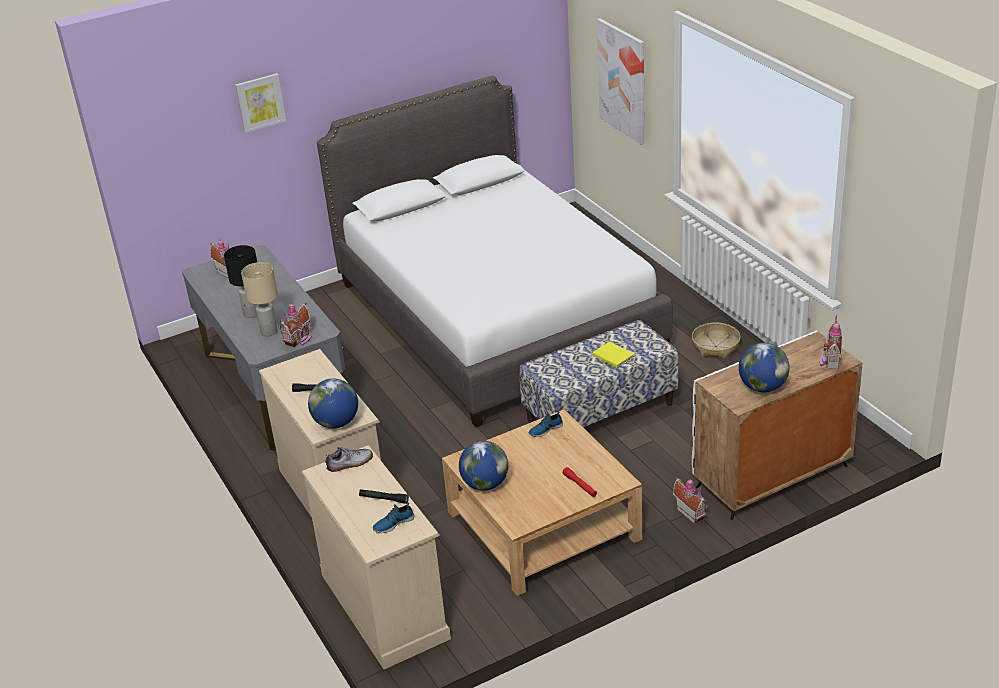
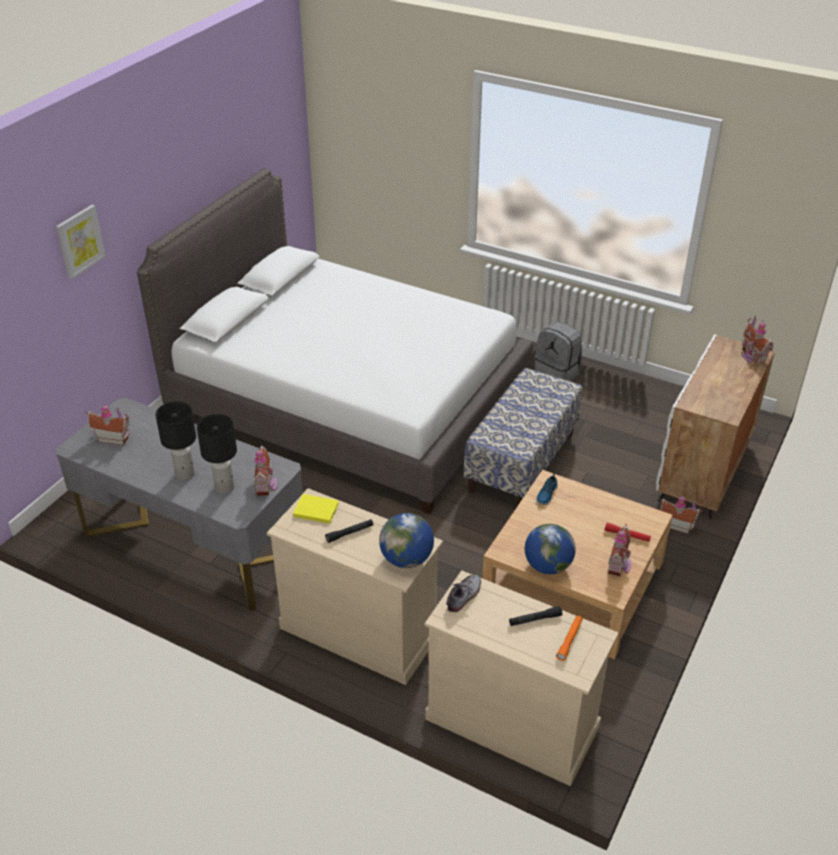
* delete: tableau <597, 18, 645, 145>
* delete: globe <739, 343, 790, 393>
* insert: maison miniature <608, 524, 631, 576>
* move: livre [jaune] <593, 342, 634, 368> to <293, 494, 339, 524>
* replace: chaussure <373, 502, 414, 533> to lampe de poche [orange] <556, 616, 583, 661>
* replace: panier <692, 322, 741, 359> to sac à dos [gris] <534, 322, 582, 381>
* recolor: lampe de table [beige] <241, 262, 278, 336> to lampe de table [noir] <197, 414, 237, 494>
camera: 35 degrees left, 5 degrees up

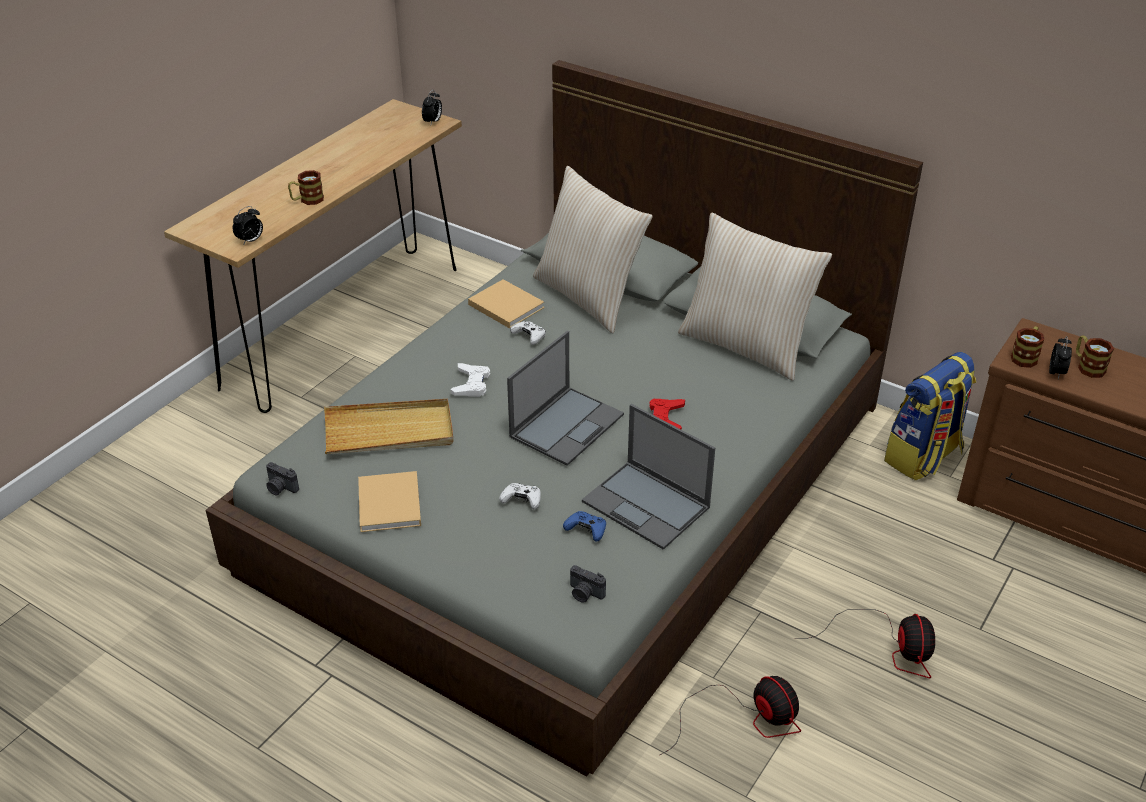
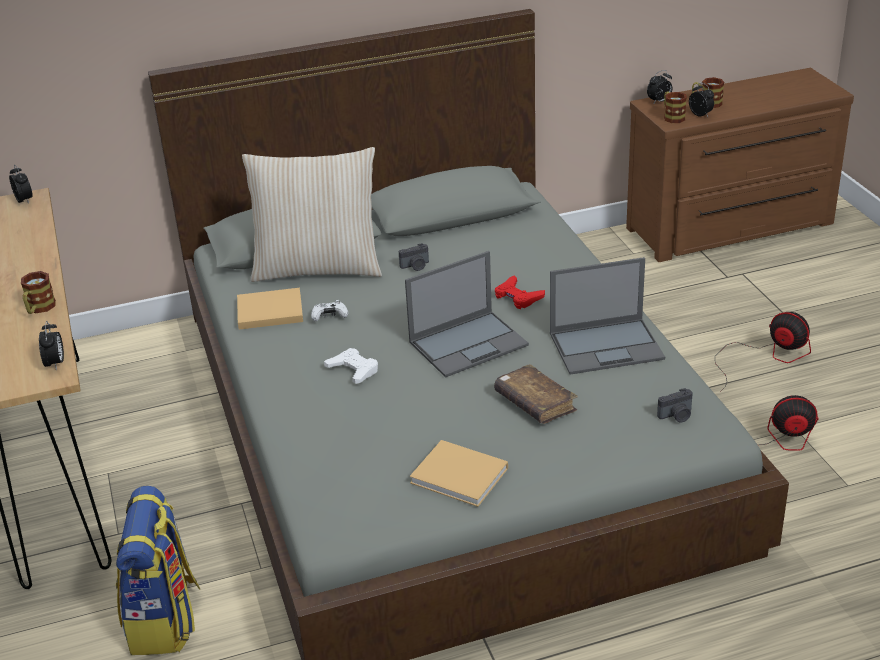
* delete: plateau [beige] <324, 399, 454, 454>
* delete: manette [bleu] <563, 511, 606, 542>
* delete: coussin [beige] <678, 213, 832, 381>
* insert: réveil <647, 70, 672, 103>
* move: appareil photo <266, 462, 299, 496> to <399, 243, 429, 271>
* move: sac à dos <884, 352, 976, 480> to <116, 486, 200, 655>
* replace: manette [blanc] <499, 483, 541, 509> to livre [marron] <494, 364, 578, 424>
* rotate: ordinateur portable <507, 331, 624, 466> = <405, 251, 529, 378> 75 degrees clockwise
camera: 50 degrees left, 5 degrees down

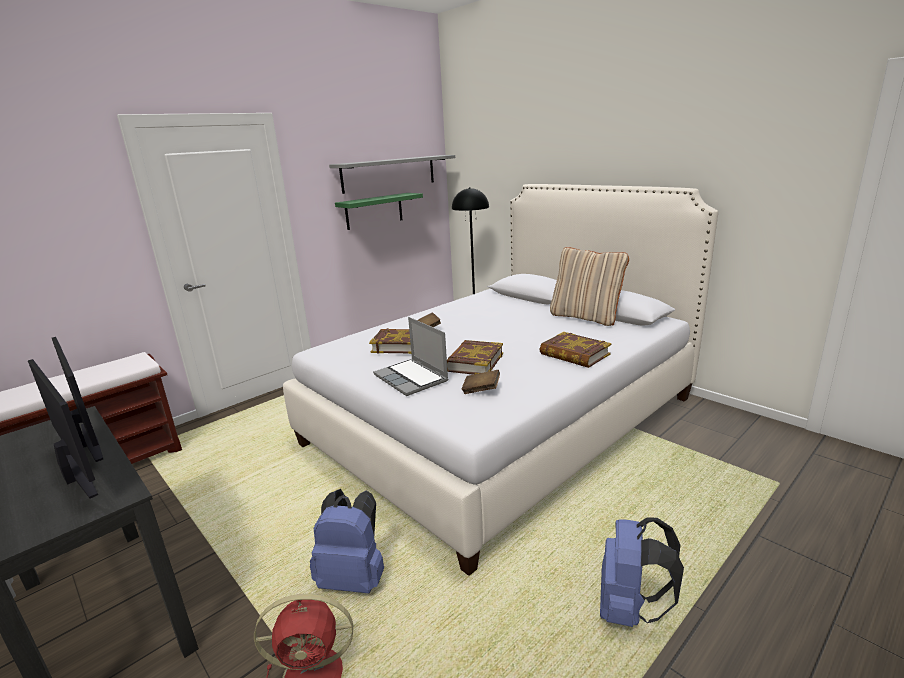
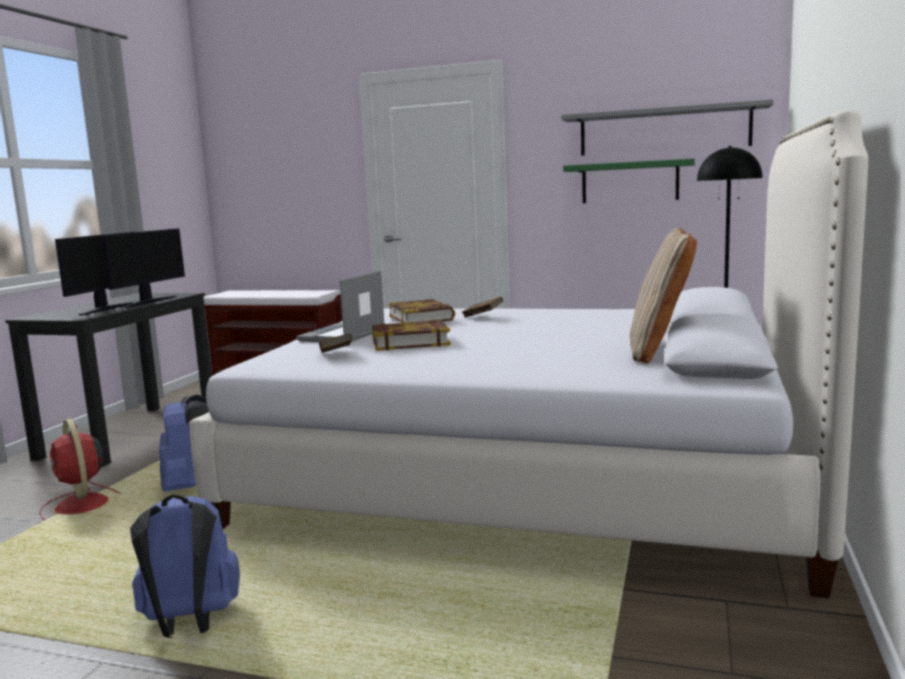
* delete: livre <540, 332, 612, 368>
camera: 60 degrees right, 10 degrees down

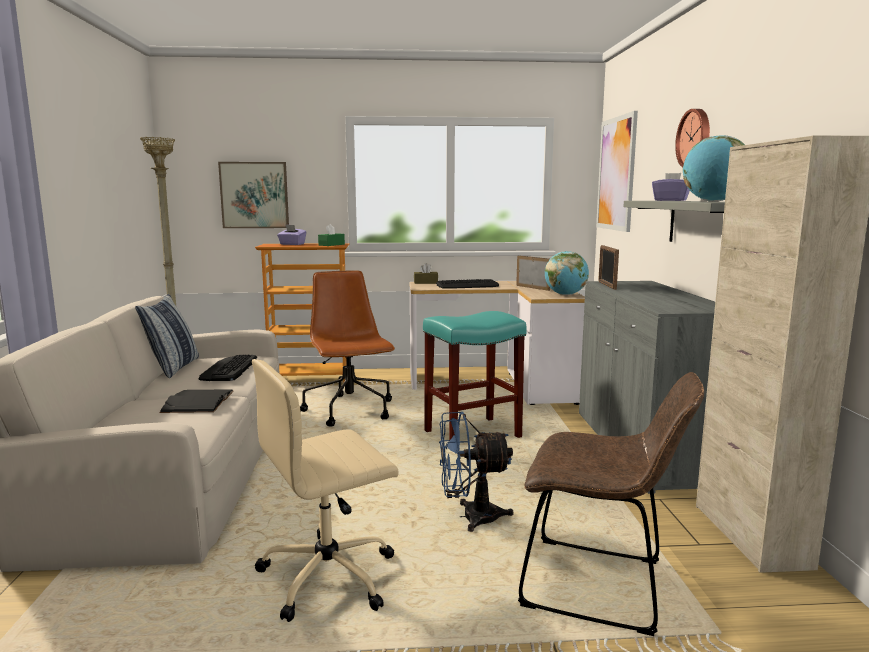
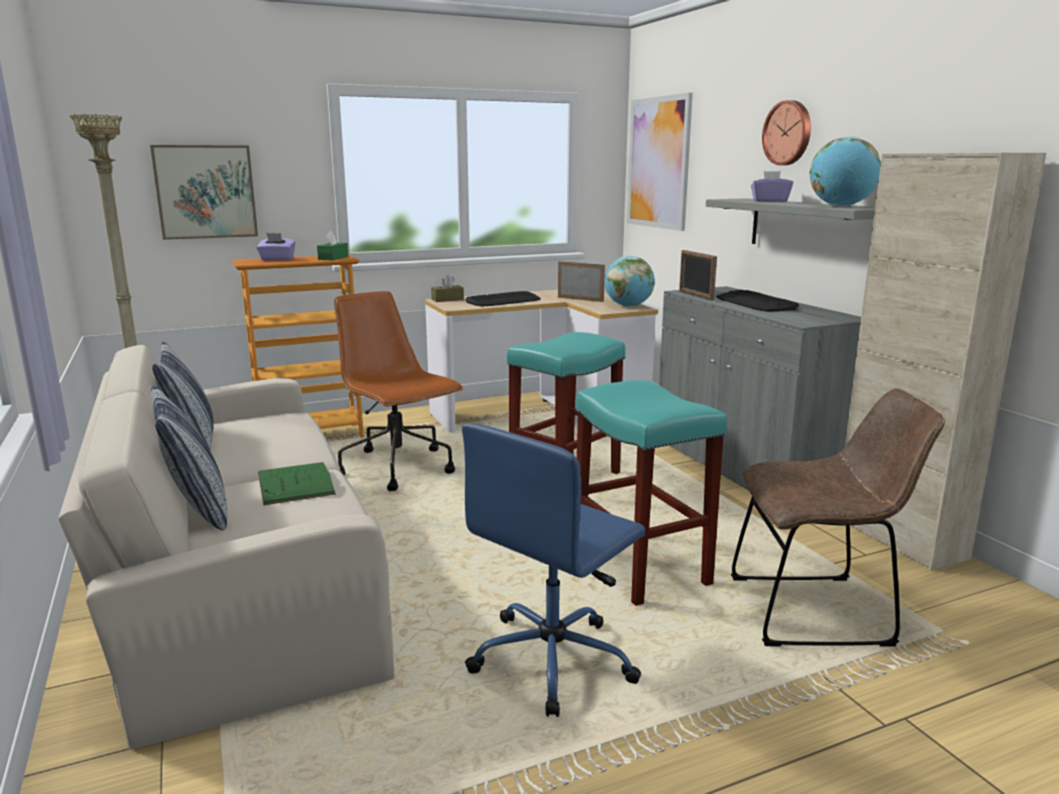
* insert: coussin <151, 385, 227, 530>
* move: clavier <199, 354, 257, 381> to <716, 290, 799, 312>
* replace: ventilateur [bleu] <439, 412, 514, 532> to tabouret [turquoise] <575, 380, 727, 606>
* recolor: livre [noir] <159, 389, 234, 413> to livre [vert] <258, 462, 336, 505>
* recolor: chaise de bureau [beige] <252, 359, 399, 622> to chaise de bureau [bleu] <462, 424, 645, 717>
camera: 20 degrees left, 5 degrees up

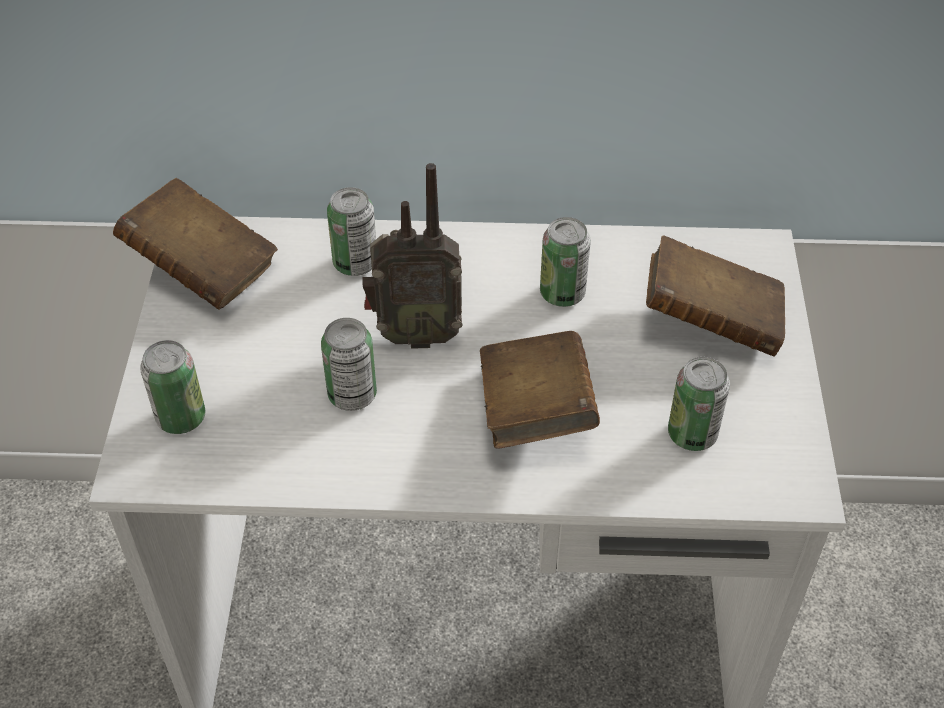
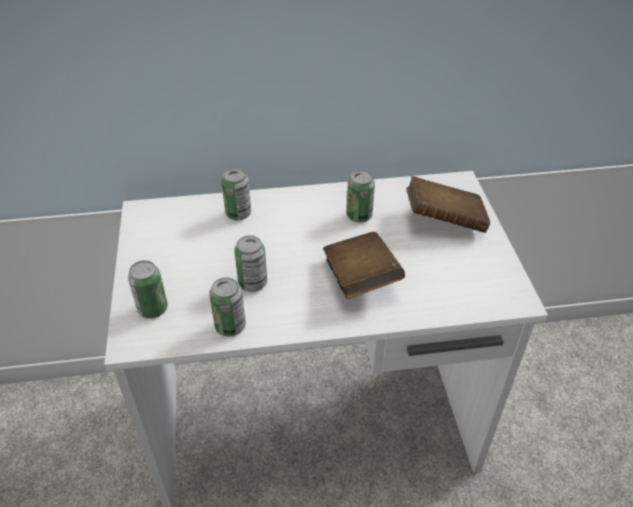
* delete: livre [marron] <113, 178, 278, 310>
* delete: radio <363, 163, 463, 349>
* move: boîte métallique <668, 357, 730, 451> to <209, 277, 246, 337>
camera: 10 degrees left, 5 degrees down

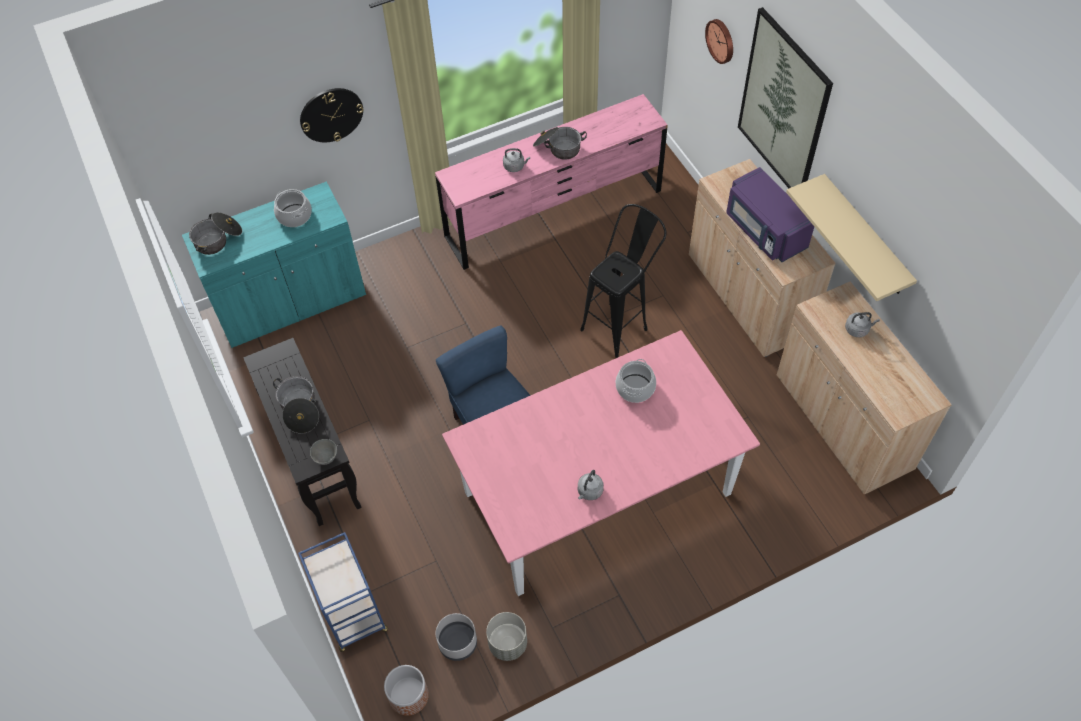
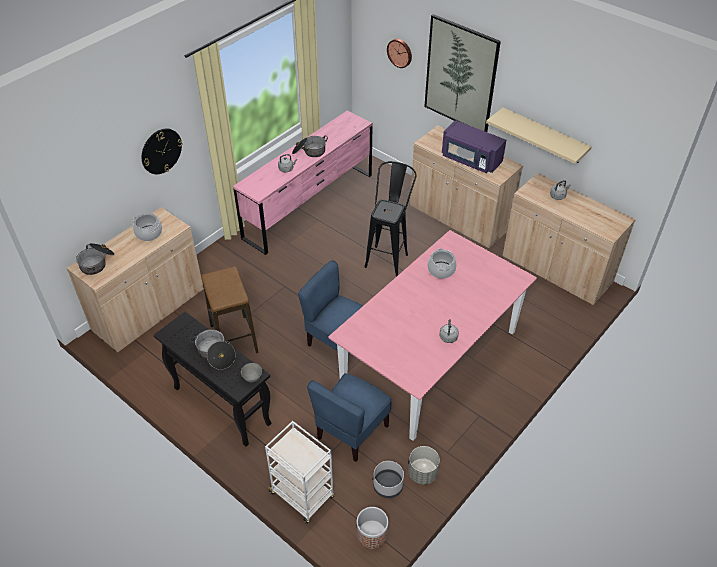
* insert: tabouret <201, 266, 258, 353>
* insert: chaise [bleu] <307, 373, 392, 462>
* recolor: meuble de rangement [turquoise] <182, 181, 366, 348> to meuble de rangement [beige] <67, 207, 204, 352>
* recolor: chariot [bleu] <298, 532, 388, 652> to chariot [blanc] <265, 421, 335, 524>
camera: 25 degrees left, 10 degrees down

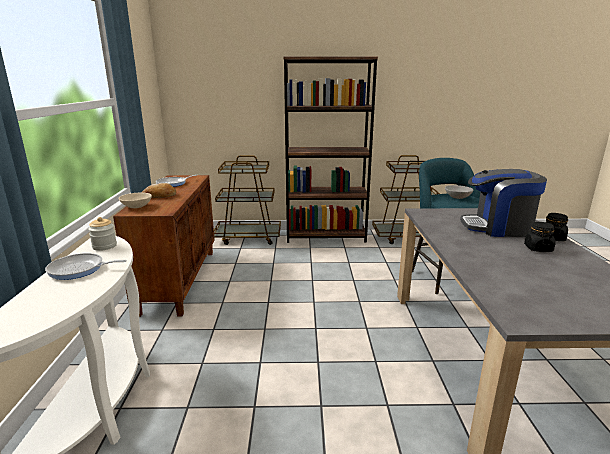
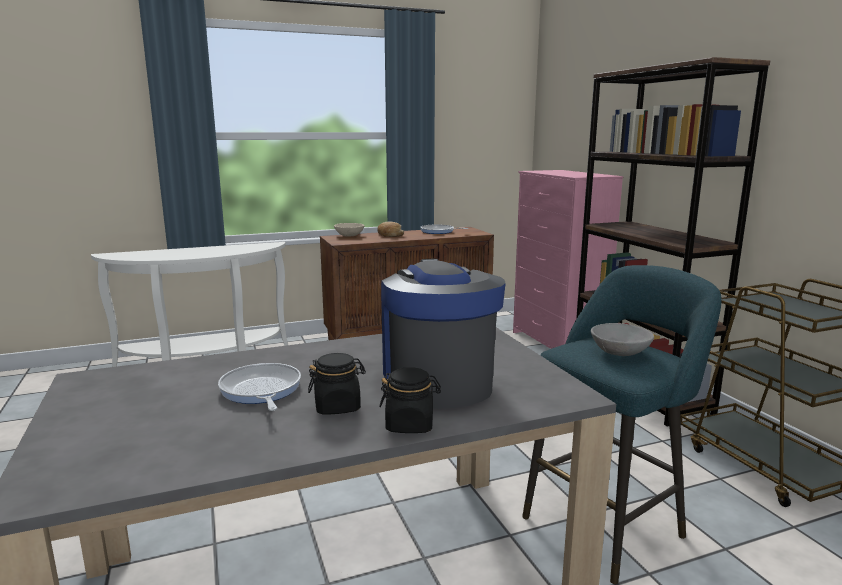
* delete: bocal <88, 217, 117, 251>
* move: poêle <45, 253, 127, 280> to <218, 363, 301, 411>
* replace: chariot [marron] <214, 155, 281, 245> to commode [rose] <513, 170, 624, 349>
camera: 70 degrees right, 5 degrees down

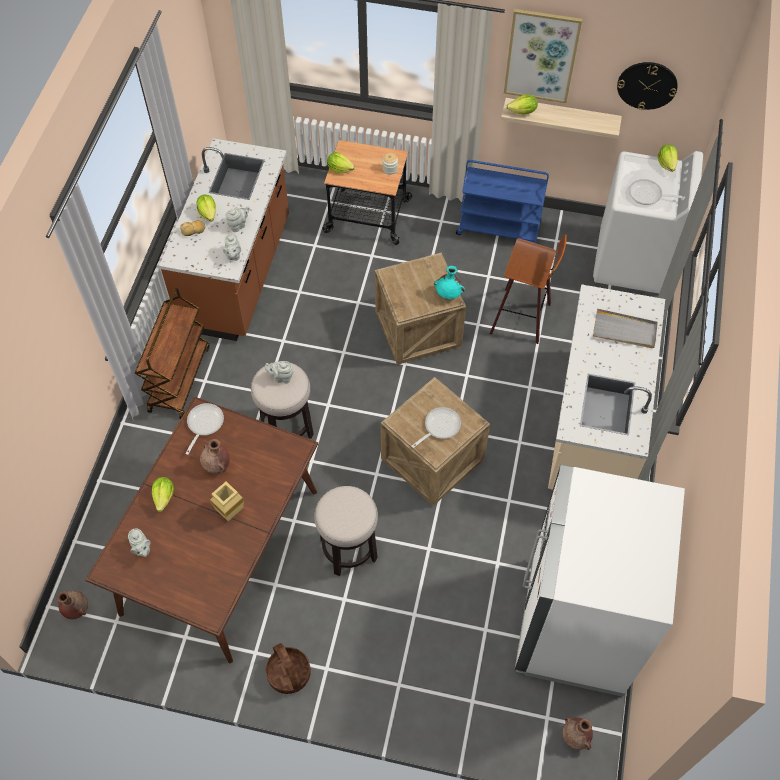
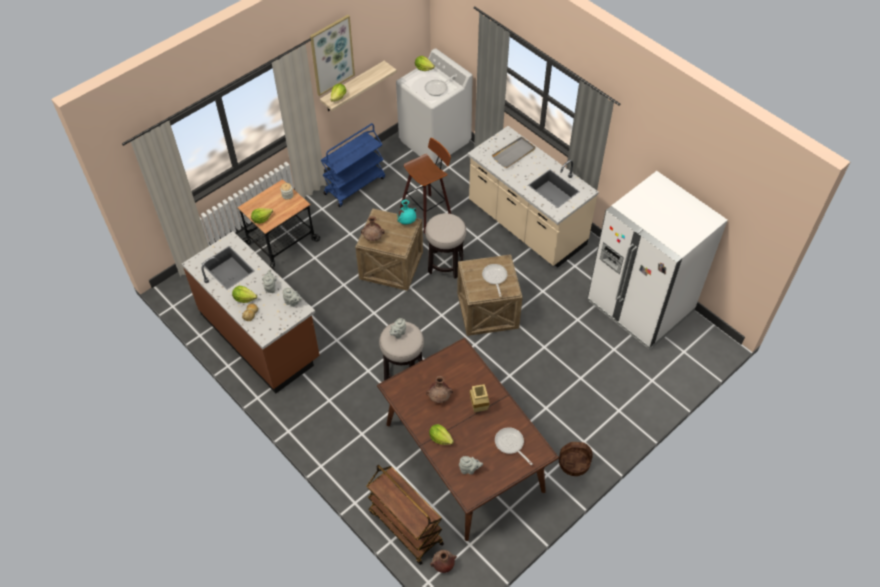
* delete: horloge murale <617, 62, 678, 110>
* move: chariot [marron] <135, 288, 210, 419> to <367, 465, 444, 565>
* move: poêle <185, 403, 224, 455> to <495, 427, 532, 465>
* move: tabouret <314, 486, 378, 576> to <425, 213, 466, 279>
* move: vase [marron] <562, 717, 593, 750> to <361, 216, 384, 241>
camera: 55 degrees left, 5 degrees down

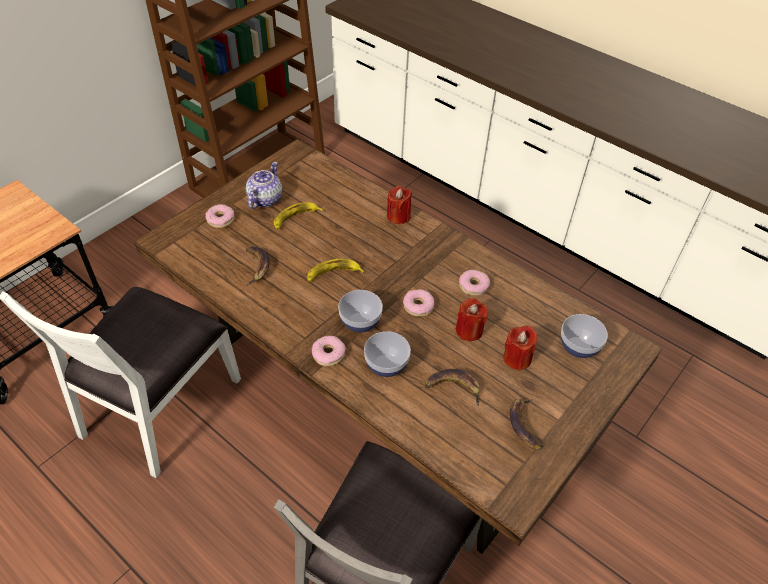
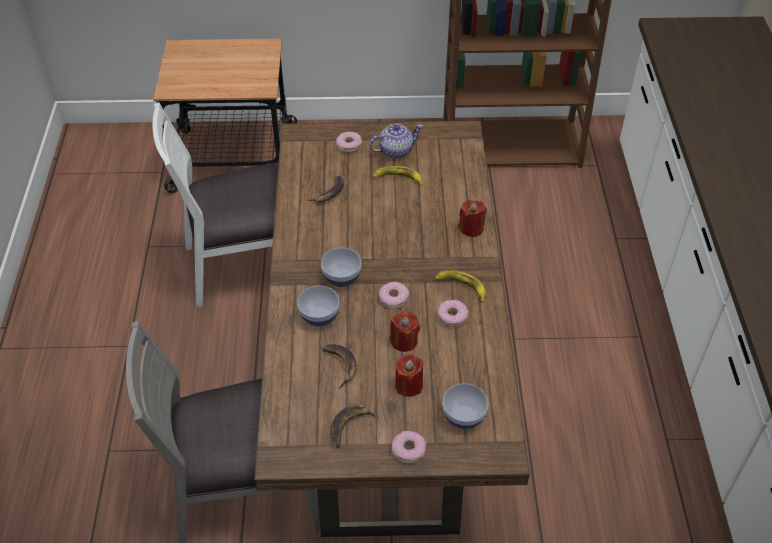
* move: banane <307, 259, 365, 282> to <435, 270, 486, 302>
* move: beignet <312, 336, 346, 366> to <392, 431, 426, 463>
camera: 50 degrees right, 0 degrees up

